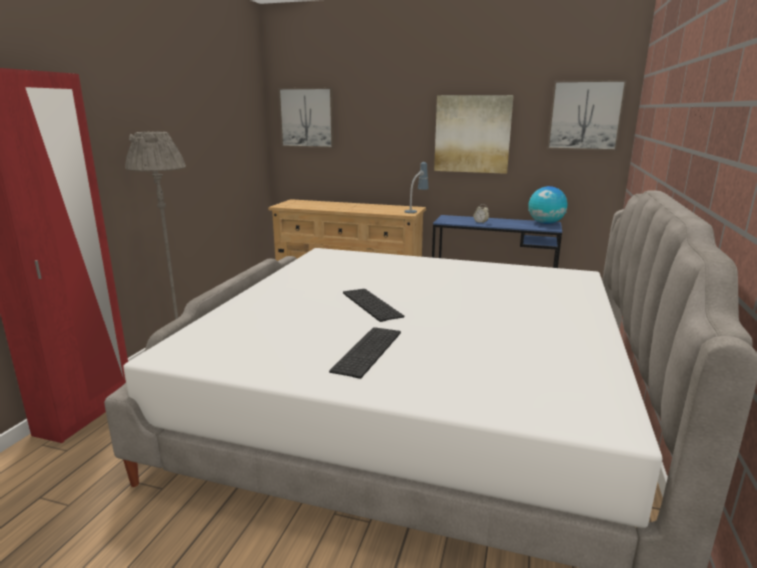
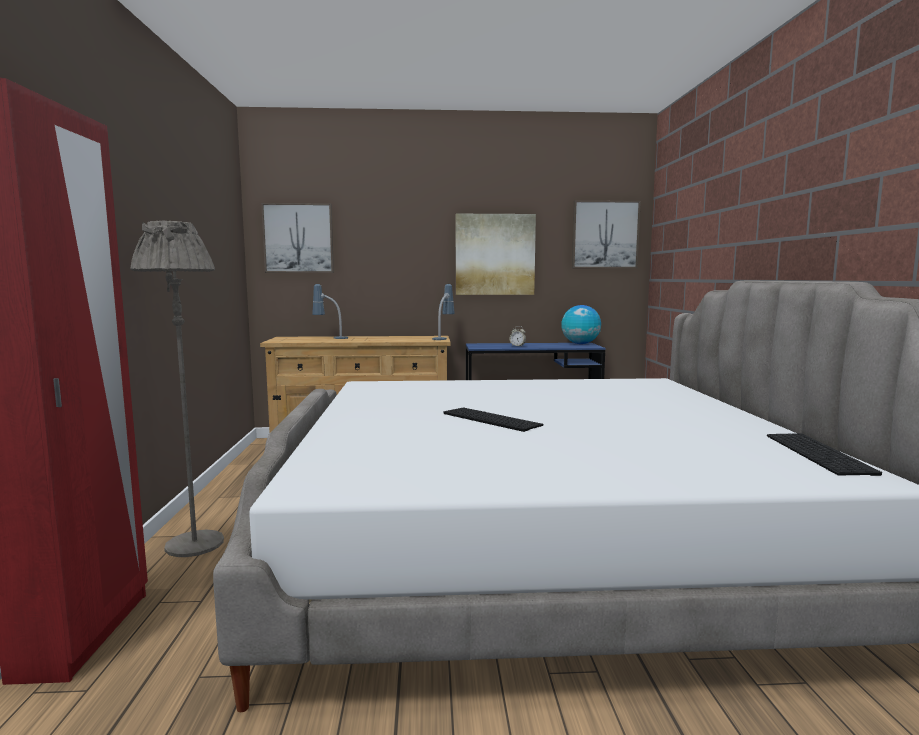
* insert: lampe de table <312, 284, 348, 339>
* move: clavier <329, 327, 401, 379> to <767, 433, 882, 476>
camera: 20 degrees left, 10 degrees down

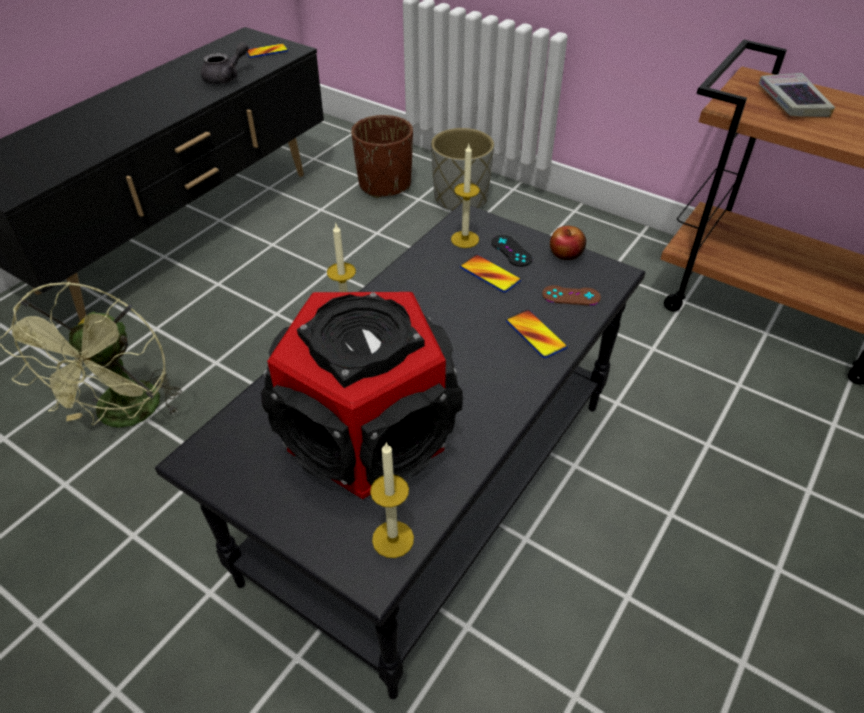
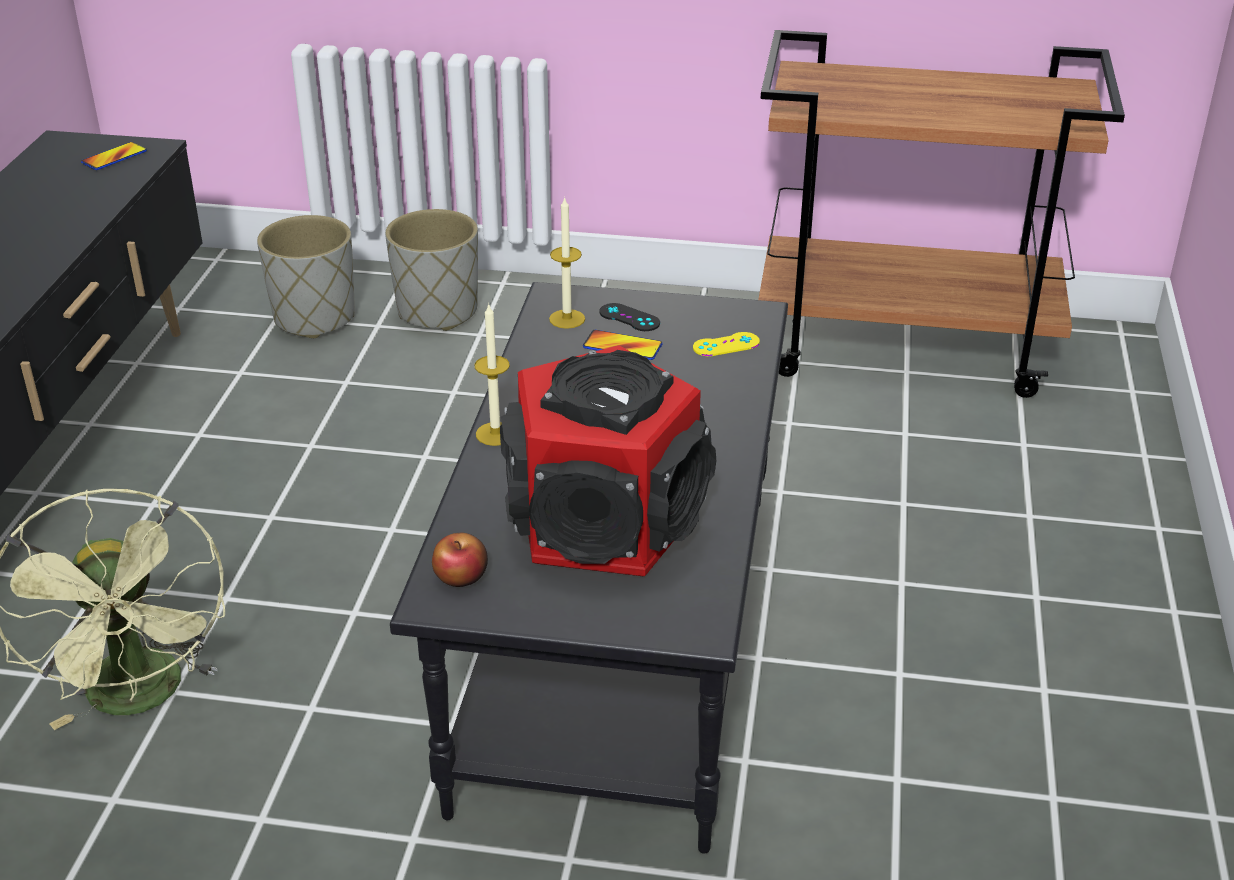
* delete: théière [gris] <201, 42, 249, 84>
* delete: bougie <370, 443, 414, 558>
* delete: téléphone <506, 309, 567, 358>
* delete: livre <759, 73, 835, 117>
* move: pomme <550, 226, 586, 260> to <432, 533, 488, 587>
* recolor: cache-pot [marron] <351, 115, 413, 198> to cache-pot [gris] <257, 215, 355, 338>
* recolor: manette [marron] <542, 285, 601, 305> to manette [jaune] <693, 332, 760, 356>
camera: 25 degrees left, 10 degrees down

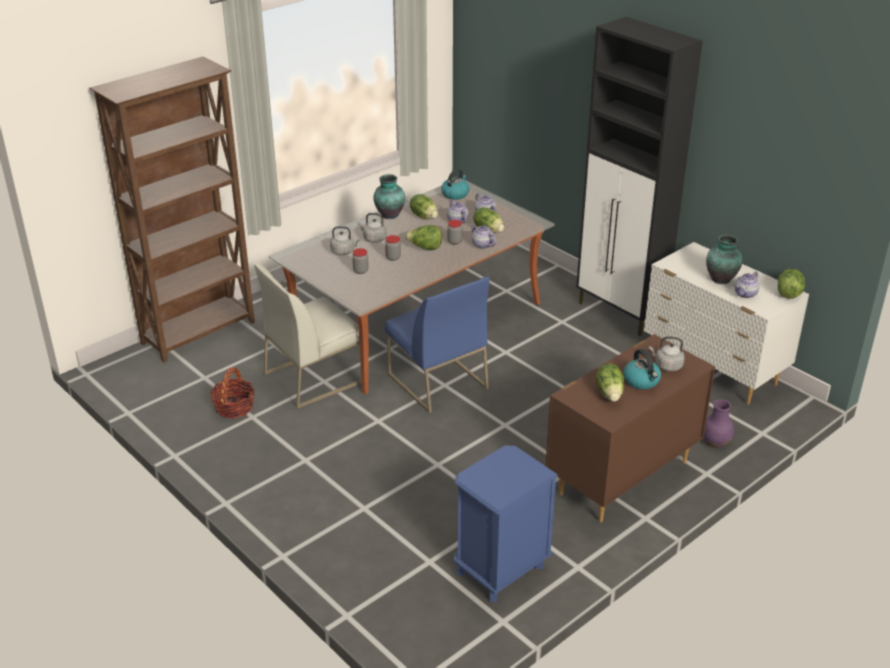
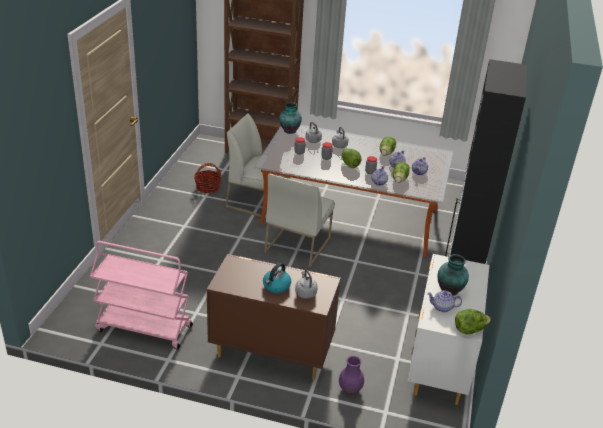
* delete: bouilloire <441, 169, 469, 200>
* delete: laitue <596, 364, 624, 402>
* move: vase <373, 174, 405, 219> to <279, 102, 302, 134>
* replace: table de chevet [bleu] <454, 446, 558, 602> to chariot [rose] <90, 241, 193, 349>
* recolor: chaise [bleu] <385, 277, 490, 413> to chaise [blanc] <264, 174, 335, 267>
camera: 55 degrees right, 0 degrees up

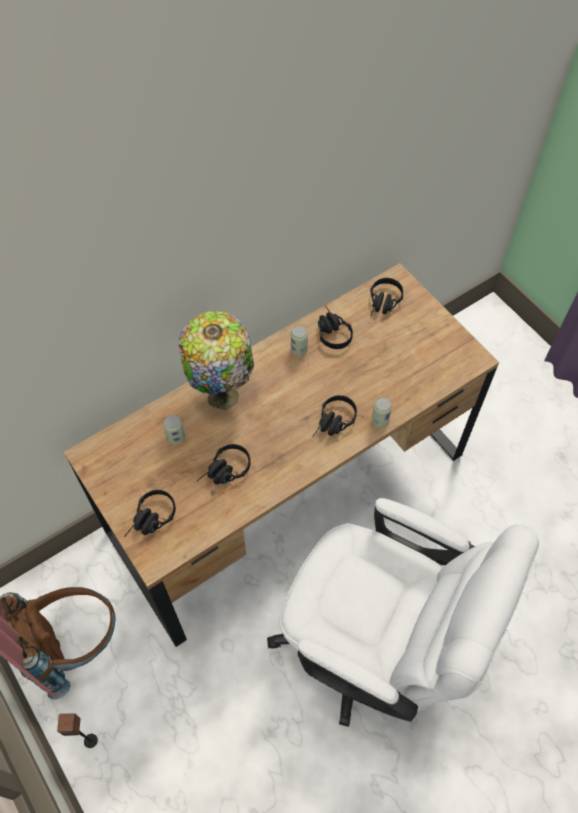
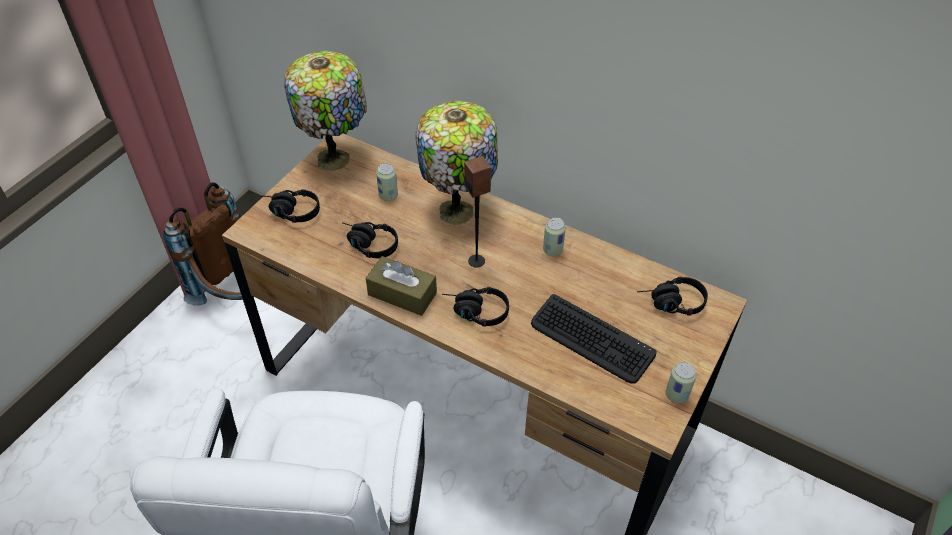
* delete: casque audio [noir] <318, 305, 353, 349>
* insert: lampe de table <284, 51, 367, 171>
* insert: boîte à mouchoirs [marron] <366, 256, 437, 316>
* insert: clavier <531, 294, 657, 384>
* move: enceinte <57, 713, 98, 748> to <464, 156, 491, 268>
* move: boîte métallique <372, 398, 392, 428> to <665, 362, 697, 403>
camera: 65 degrees right, 10 degrees down

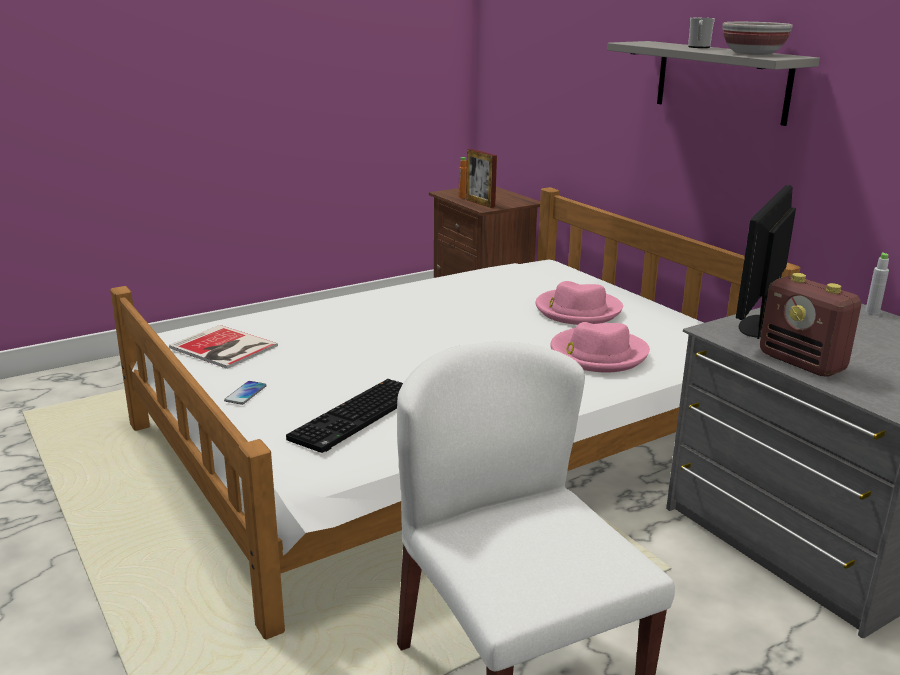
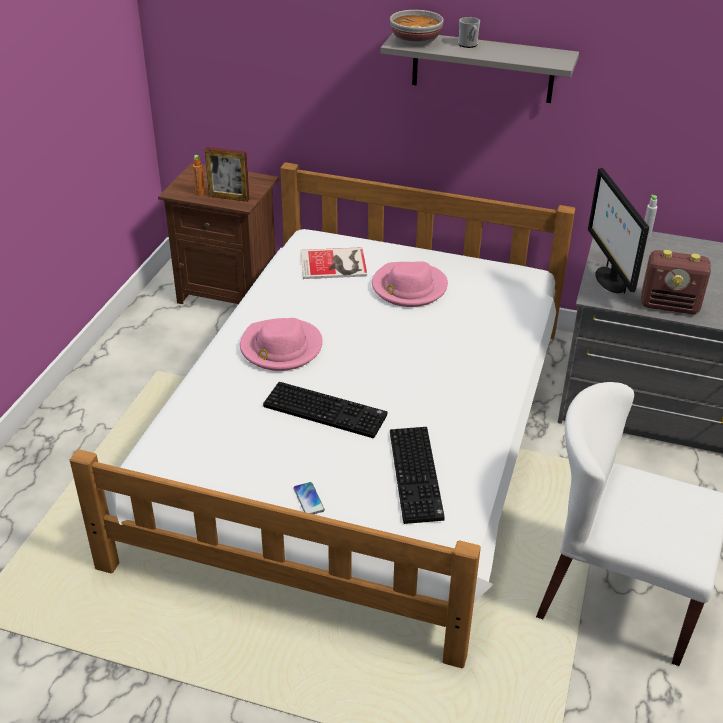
* insert: clavier <263, 382, 387, 438>
* move: livre <169, 325, 278, 369> to <301, 247, 367, 279>
* move: chapeau [rose] <550, 322, 650, 373> to <240, 318, 323, 371>
* move: bol <723, 22, 793, 55> to <390, 10, 444, 46>
camera: 40 degrees left, 15 degrees up

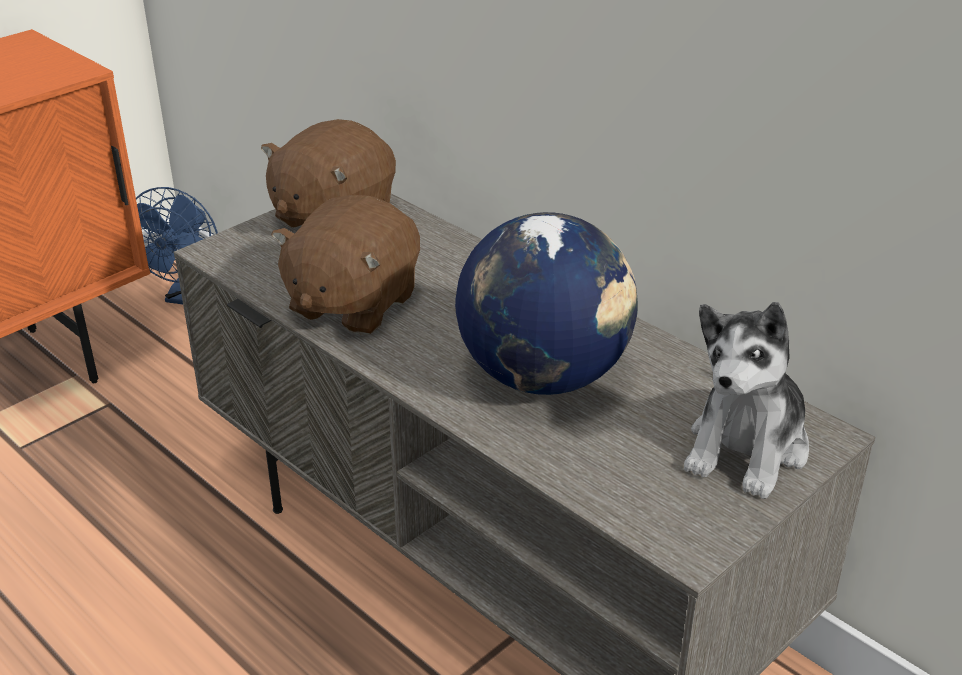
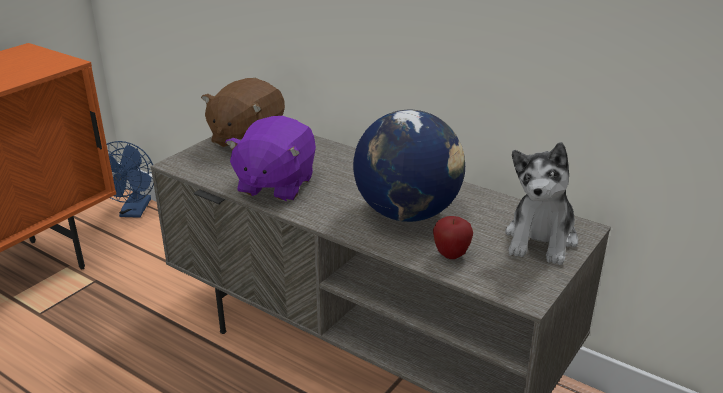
* insert: pomme <433, 216, 473, 259>
* recolor: peluche [marron] <271, 195, 420, 335> to peluche [violet] <225, 116, 316, 202>
camera: 10 degrees left, 5 degrees down

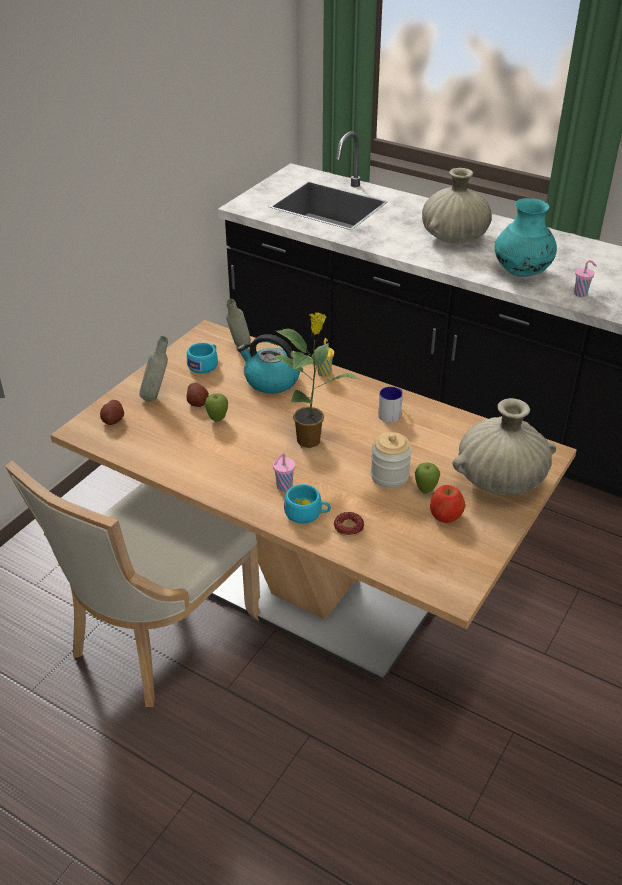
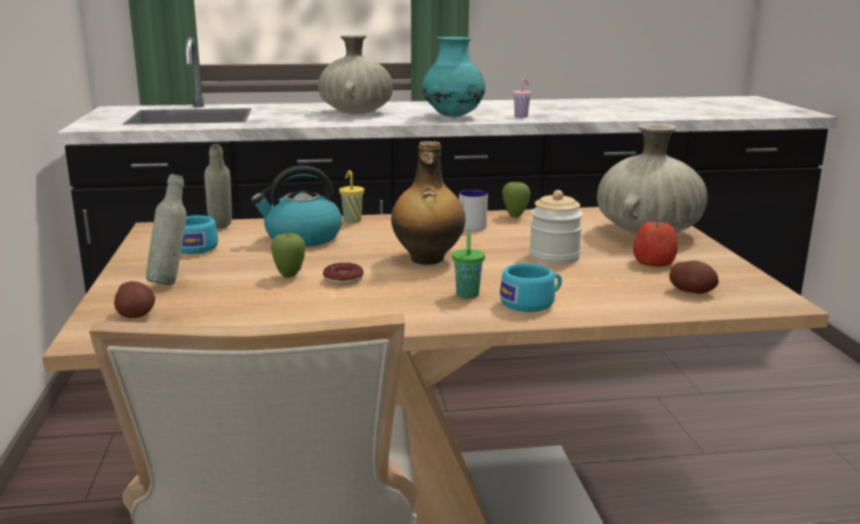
* move: pomme de terre <186, 383, 209, 407> to <669, 260, 719, 294>
* move: beignet <334, 512, 364, 537> to <323, 263, 363, 285>
* move: pomme <415, 463, 440, 494> to <502, 181, 531, 218>
* replace: plante en pot <268, 312, 359, 448> to bouteille <391, 141, 465, 265>
* recolor: tasse [rose] <273, 452, 295, 492> to tasse [vert] <452, 232, 485, 298>
camera: 40 degrees left, 20 degrees down

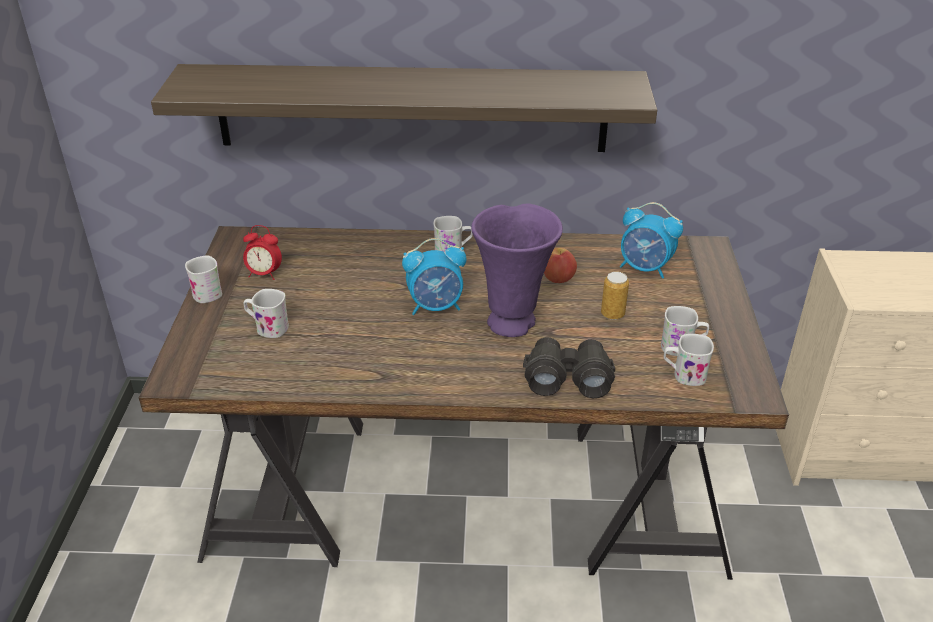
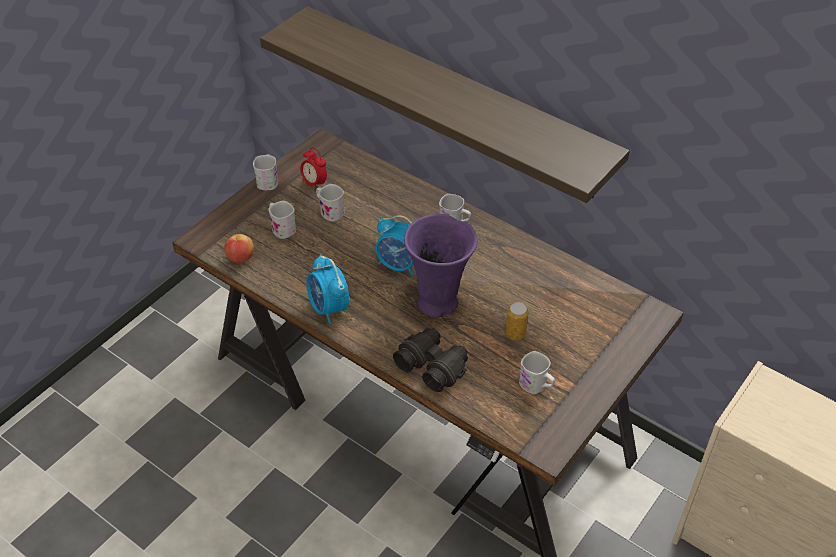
* move: pomme <544, 248, 577, 283> to <224, 234, 254, 263>
* move: réveil <620, 202, 683, 279> to <307, 254, 349, 324>
* move: mug [blanc] <664, 334, 714, 386> to <316, 184, 345, 222>
camera: 35 degrees right, 10 degrees up

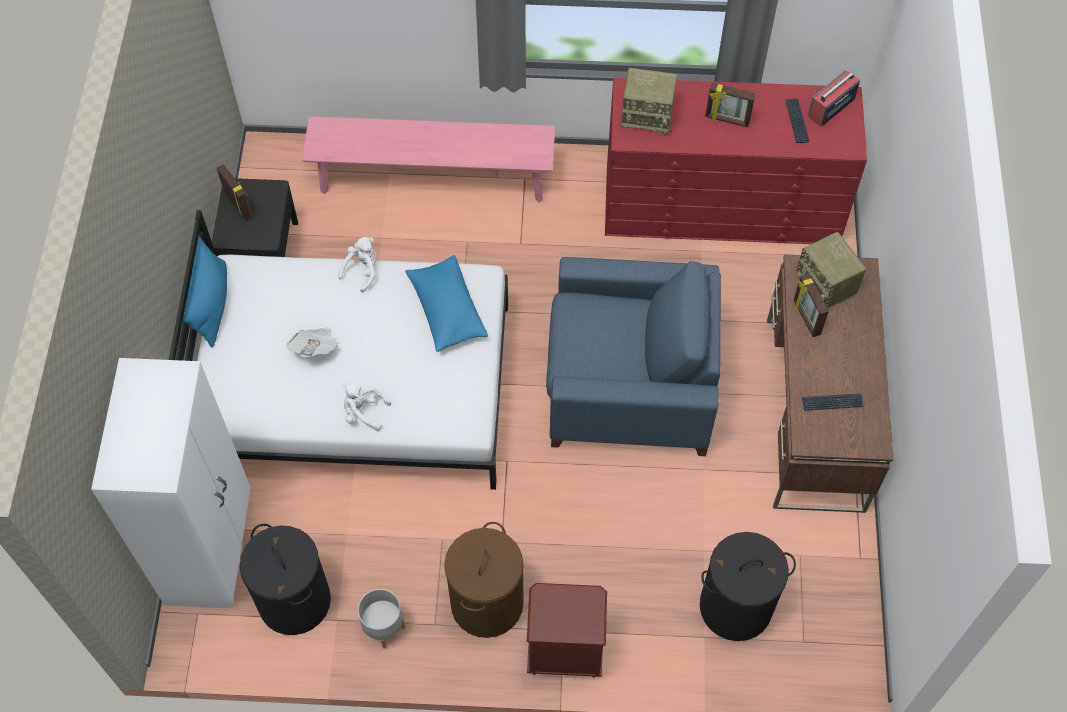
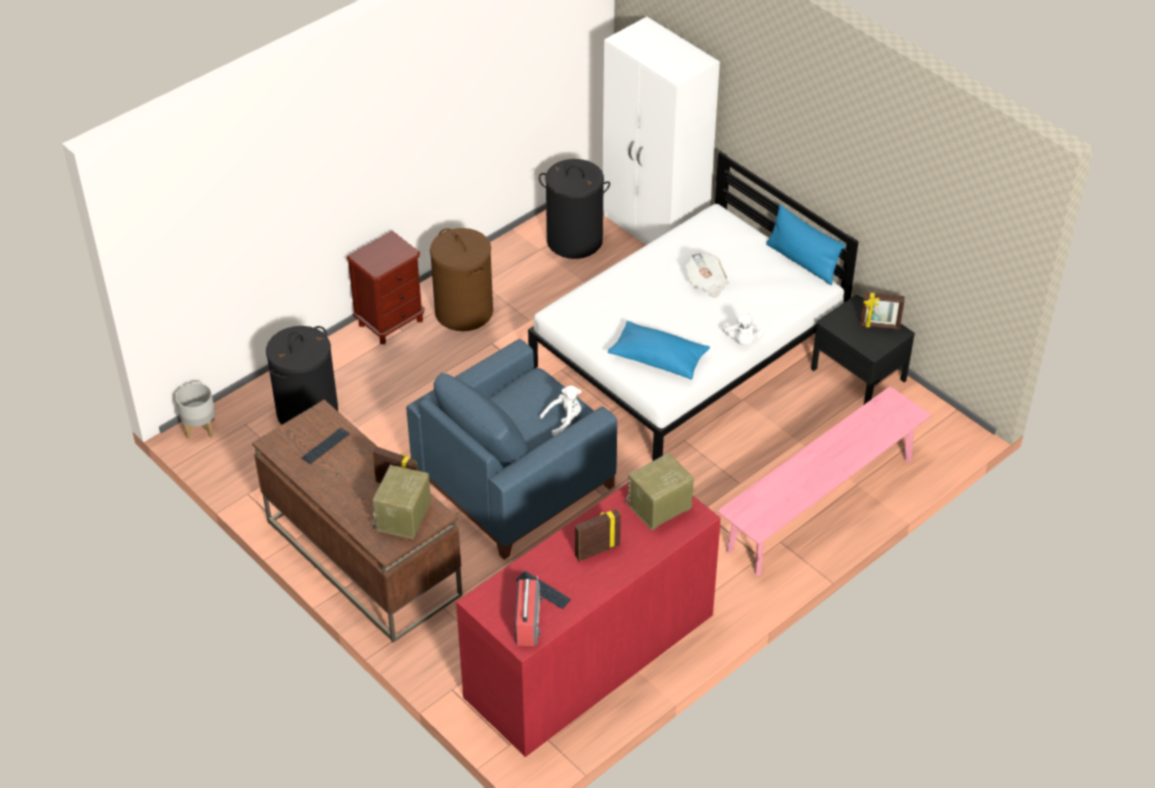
* move: peluche [blanc] <343, 382, 391, 431> to <540, 386, 581, 436>
* move: cache-pot [gris] <358, 589, 405, 649> to <176, 383, 215, 439>
* rotate: radio <796, 232, 866, 308> = <373, 465, 431, 539> 90 degrees counterclockwise
camera: 135 degrees right, 15 degrees down

